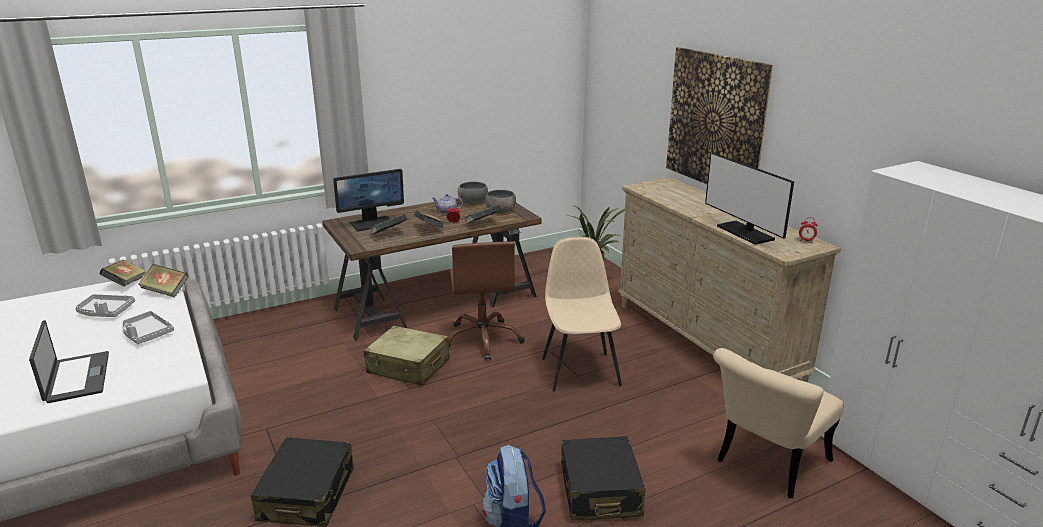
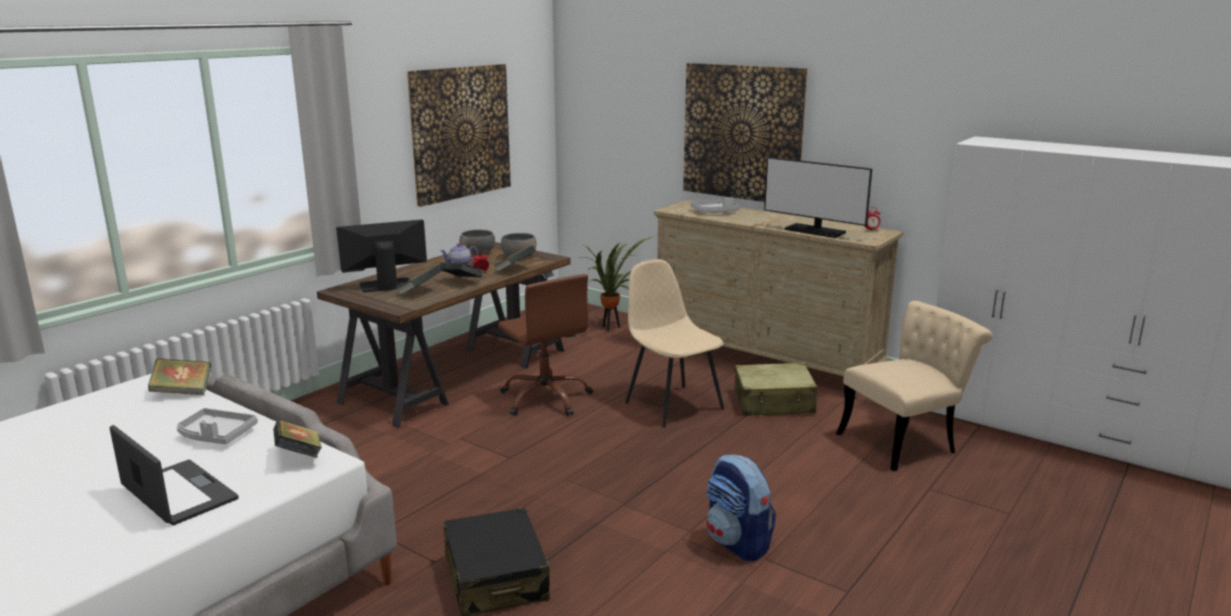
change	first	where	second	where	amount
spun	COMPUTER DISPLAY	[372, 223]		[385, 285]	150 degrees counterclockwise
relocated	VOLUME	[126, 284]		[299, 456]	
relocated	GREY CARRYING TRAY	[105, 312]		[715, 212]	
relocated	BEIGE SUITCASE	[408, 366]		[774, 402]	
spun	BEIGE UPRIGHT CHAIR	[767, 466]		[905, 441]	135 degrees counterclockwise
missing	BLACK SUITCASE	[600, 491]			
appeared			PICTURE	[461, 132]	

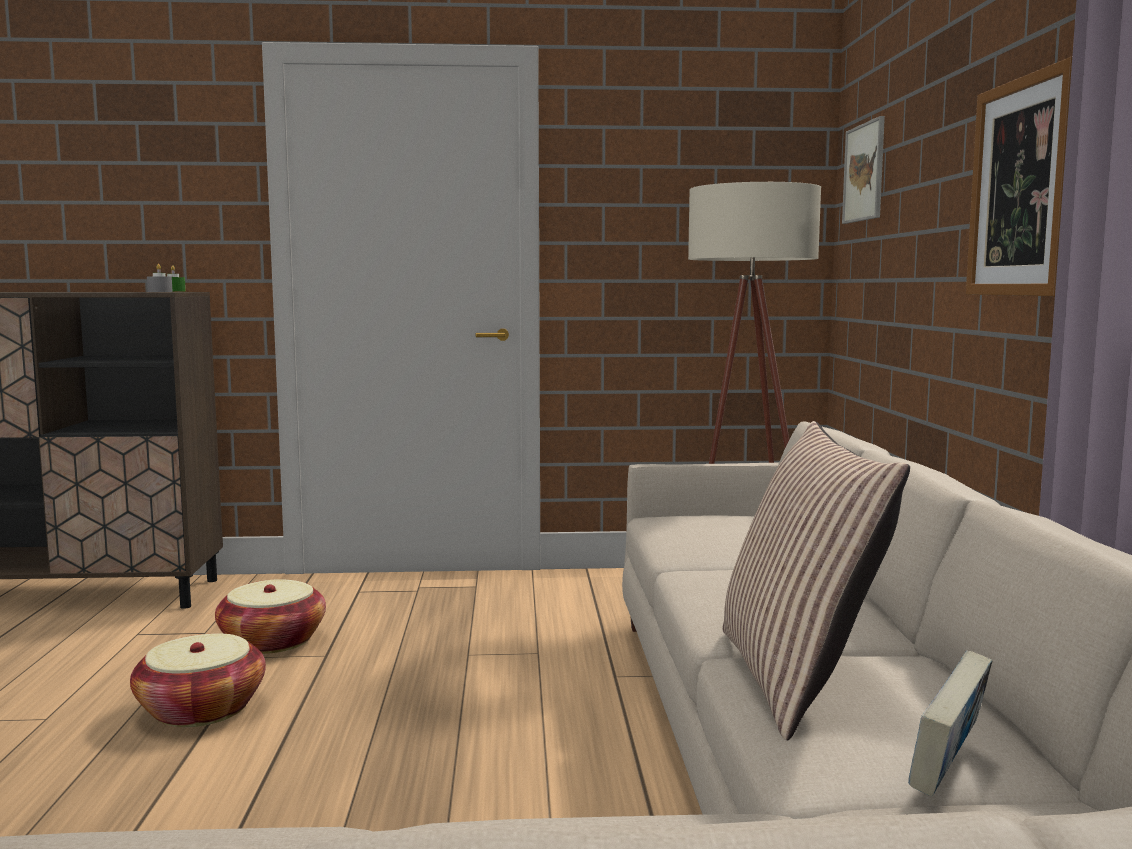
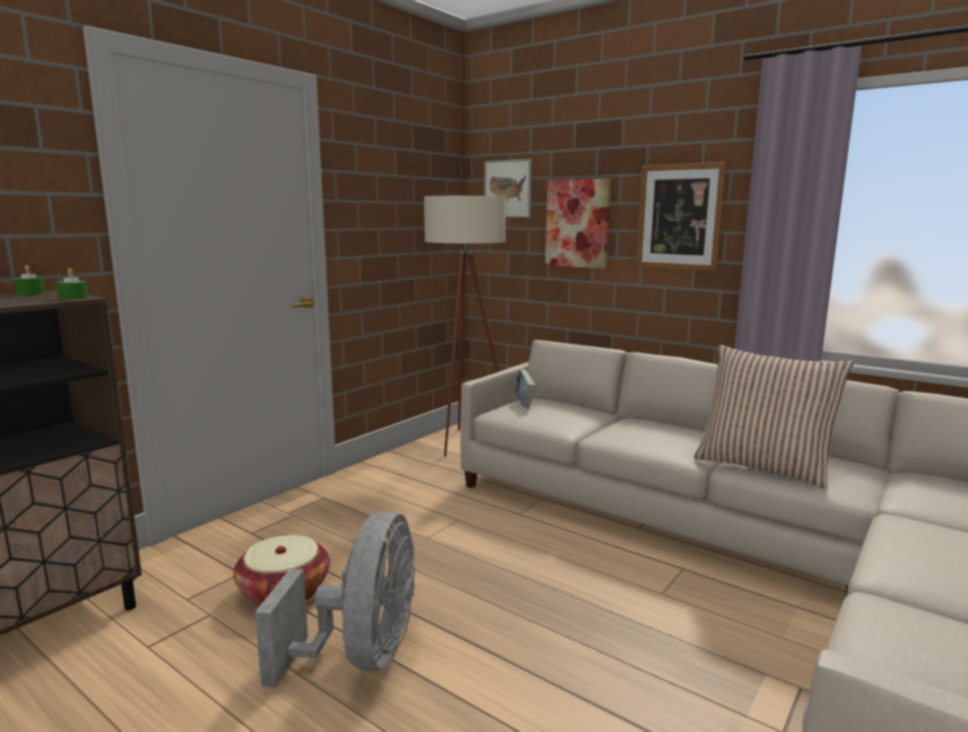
change	first	where	second	where	amount
colour	GREY WAX LIGHT	[160, 291]	GREENISH WAX LIGHT	[73, 298]	
exchanged	STORAGE BASKET	[201, 709]	GREY ELECTRIC FAN	[362, 655]	
relocated	VOLUME	[947, 772]		[524, 402]	
appeared			PICTURE	[577, 223]	

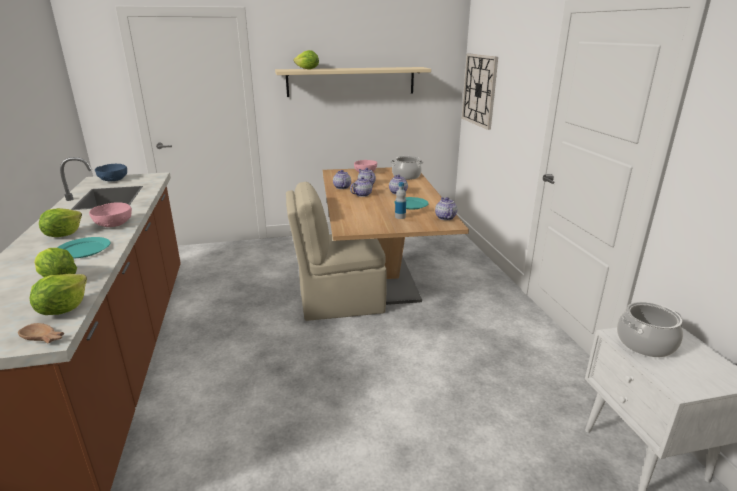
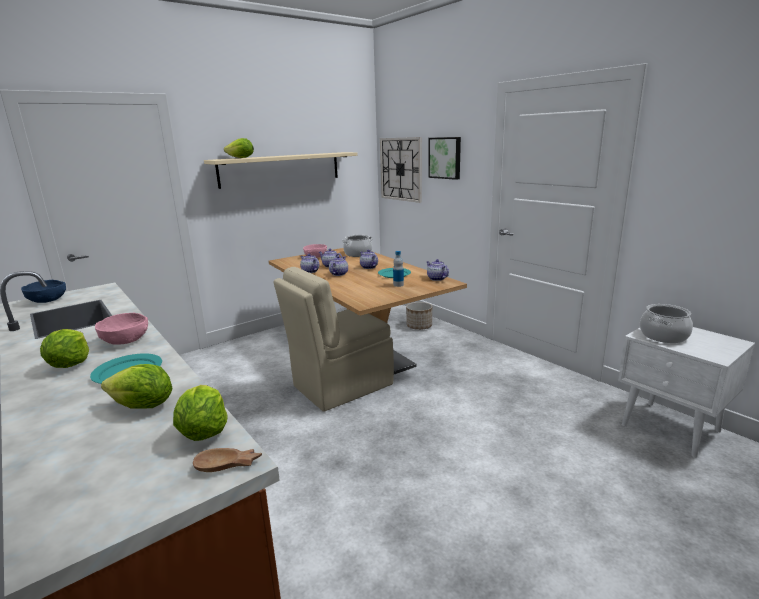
change	first	where	second	where	amount
appeared			PICTURE	[445, 158]	
appeared			PLANTER	[419, 326]	

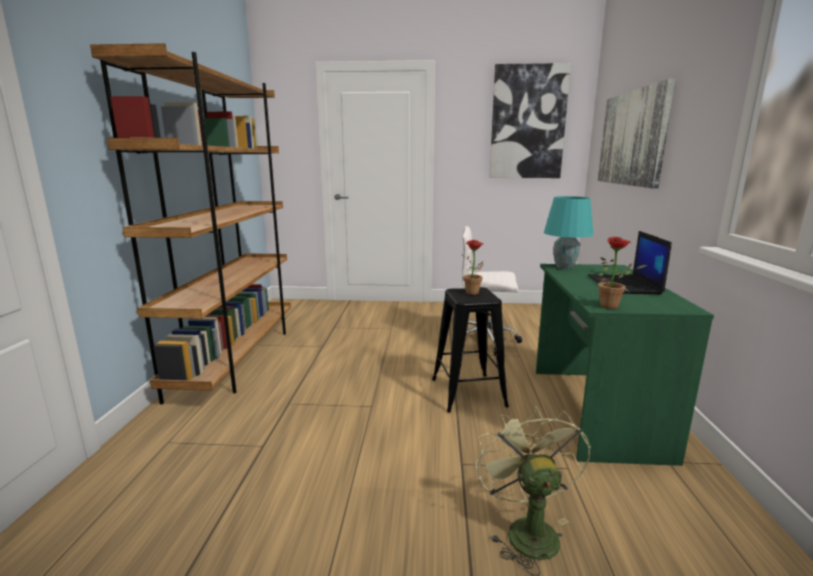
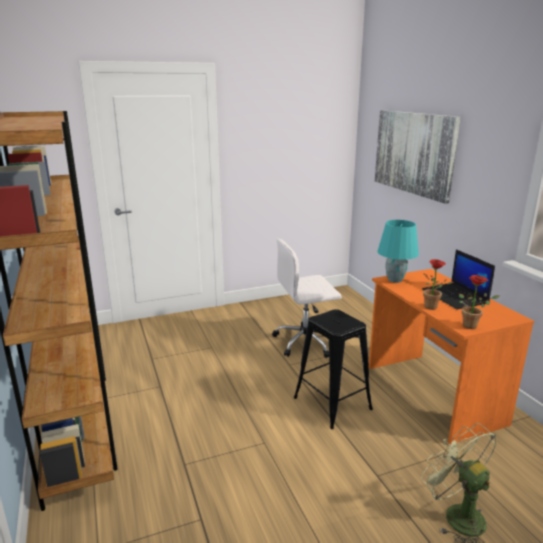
change	first	where	second	where	amount
missing	PICTURE	[527, 123]			
relocated	HOUSEPLANT	[474, 293]		[433, 307]	
colour	GREENISH DESK	[593, 411]	ORANGE-COLOURED DESK	[431, 394]	

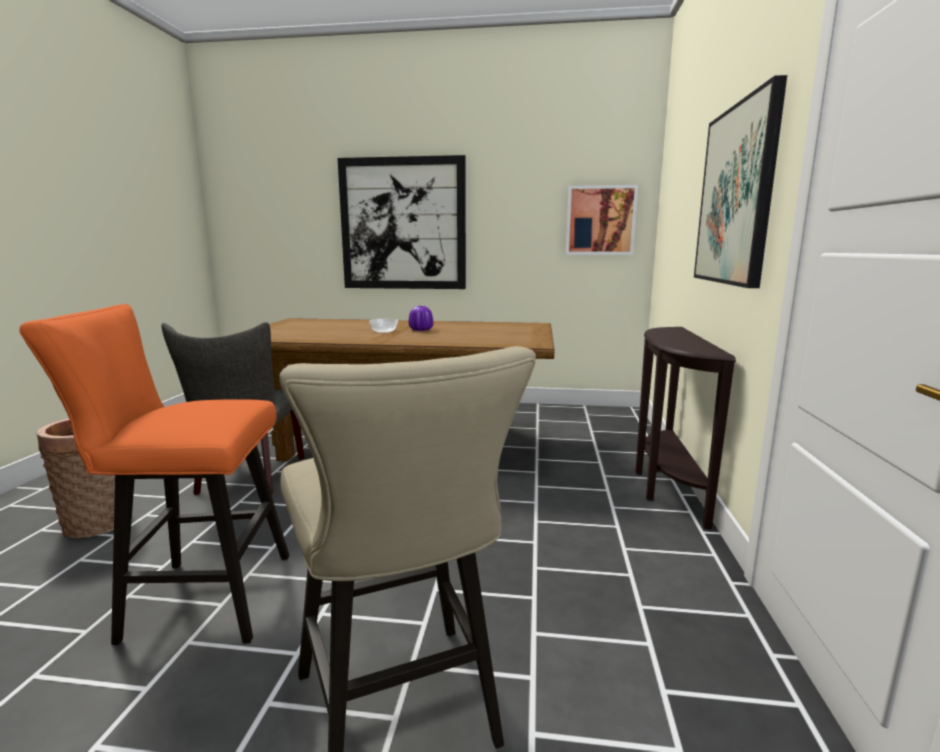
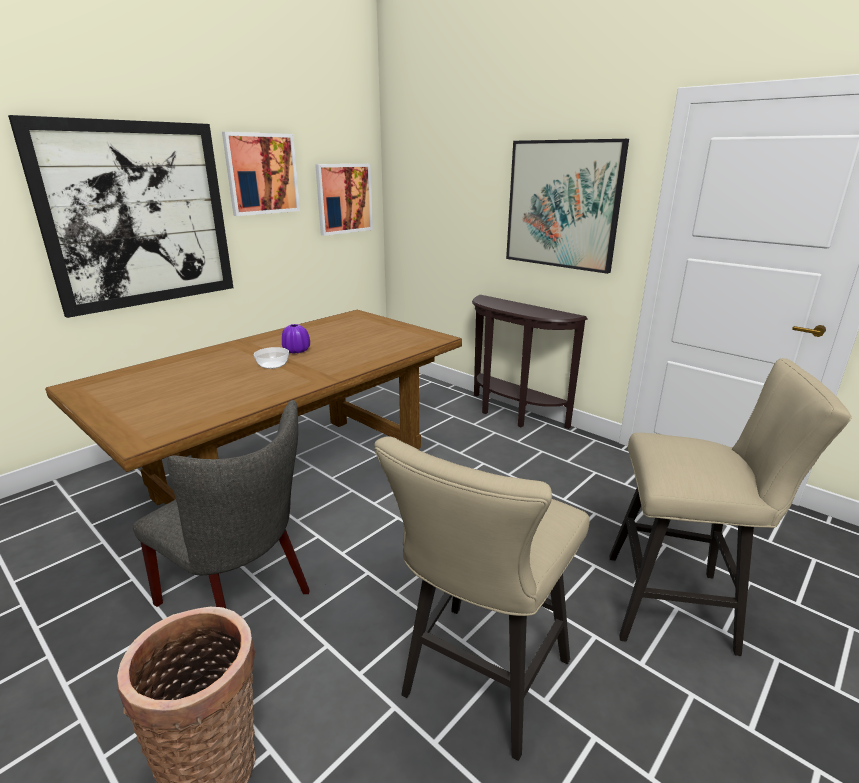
change	first	where	second	where	amount
colour	ORANGE-COLOURED SITTING STOOL	[197, 598]	BEIGE SITTING STOOL	[479, 685]	
appeared			PICTURE	[262, 174]	

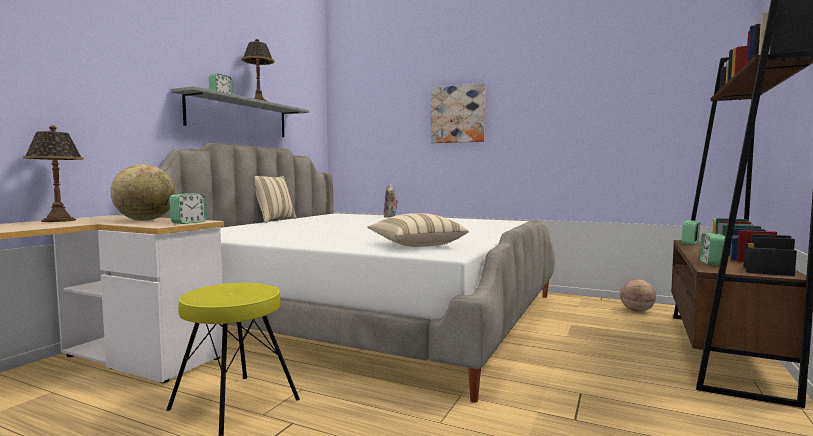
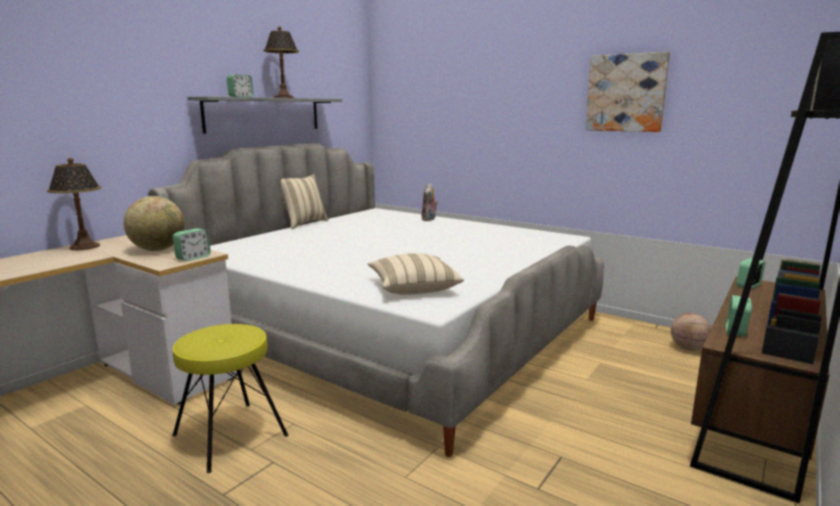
change	first	where	second	where	amount
relocated	PICTURE	[458, 114]		[626, 93]	

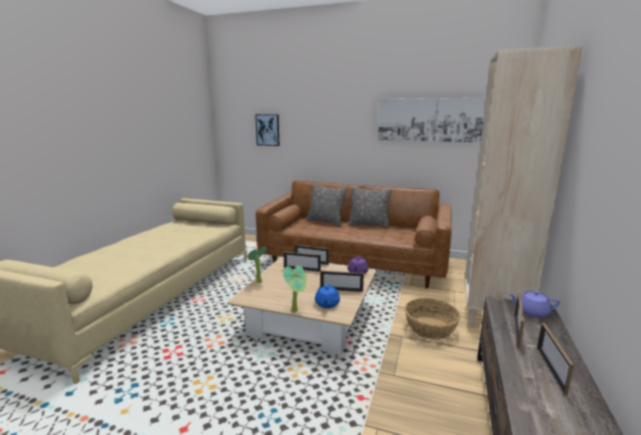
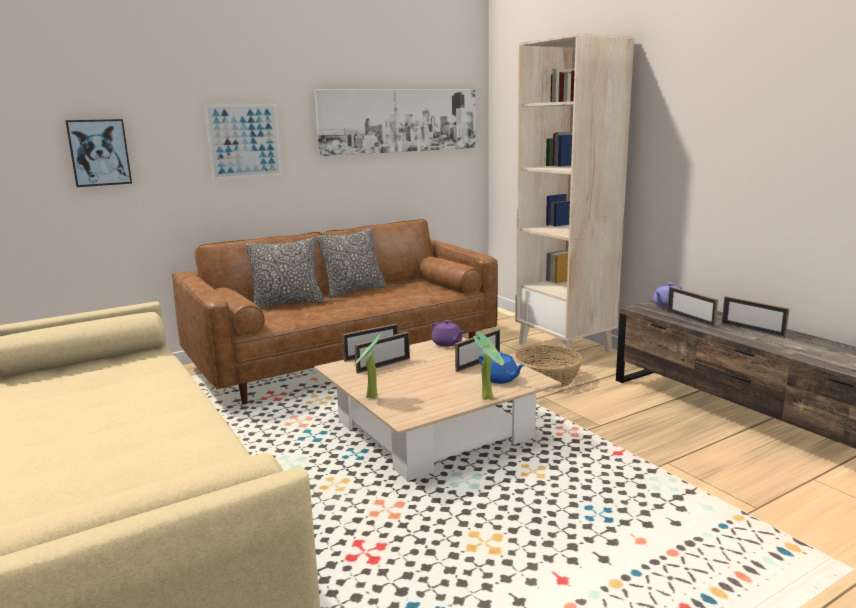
change	first	where	second	where	amount
appeared			PICTURE	[244, 141]	

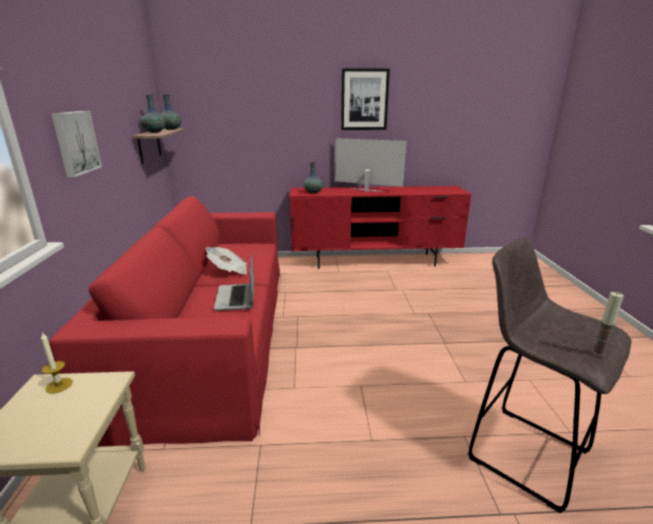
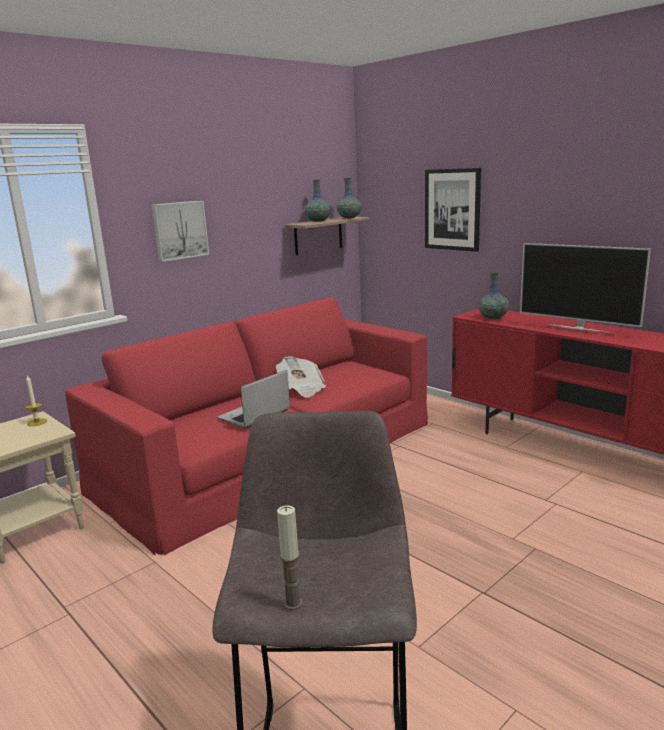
change	first	where	second	where	amount
relocated	PICTURE	[364, 99]		[452, 209]	
spun	TELEVISION	[367, 190]		[578, 328]	150 degrees clockwise

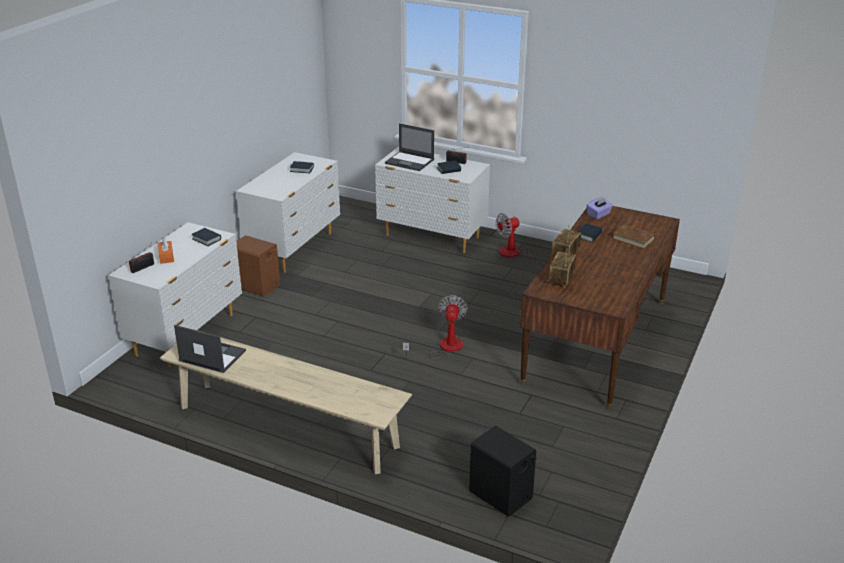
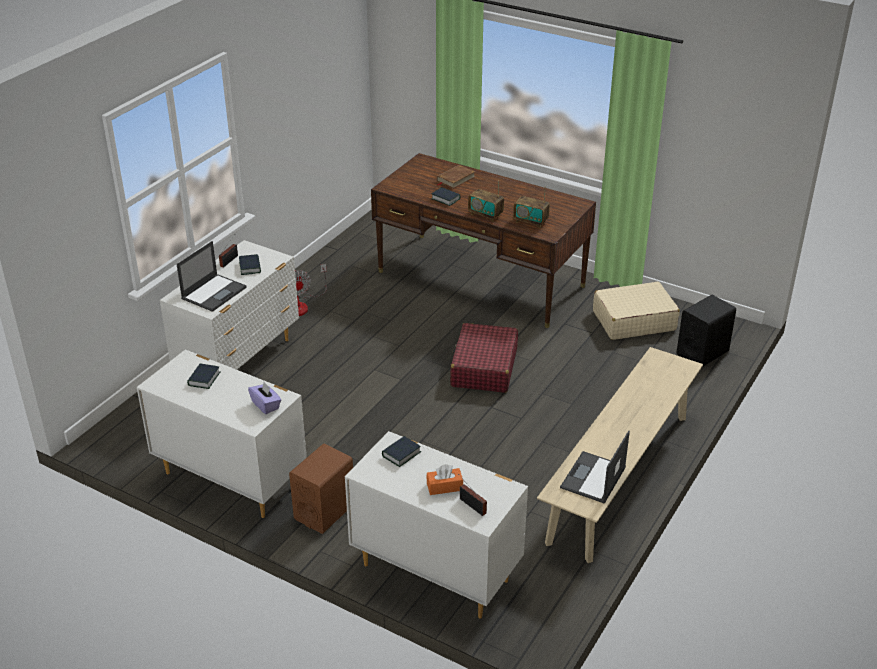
change	first	where	second	where	amount
relocated	PURPLISH BOX OF TISSUES	[598, 215]		[266, 405]	
exchanged	ELECTRIC FAN	[443, 347]	RED SUITCASE	[484, 368]	
appeared			BEIGE SUITCASE	[633, 320]	

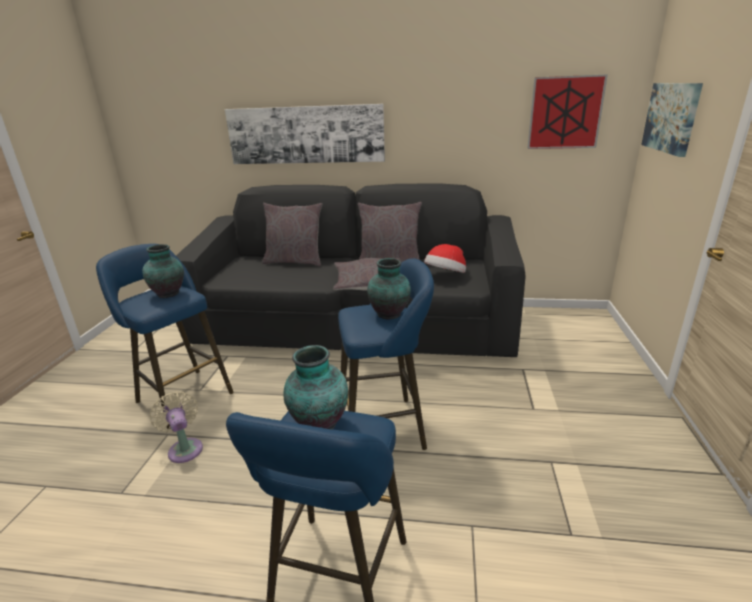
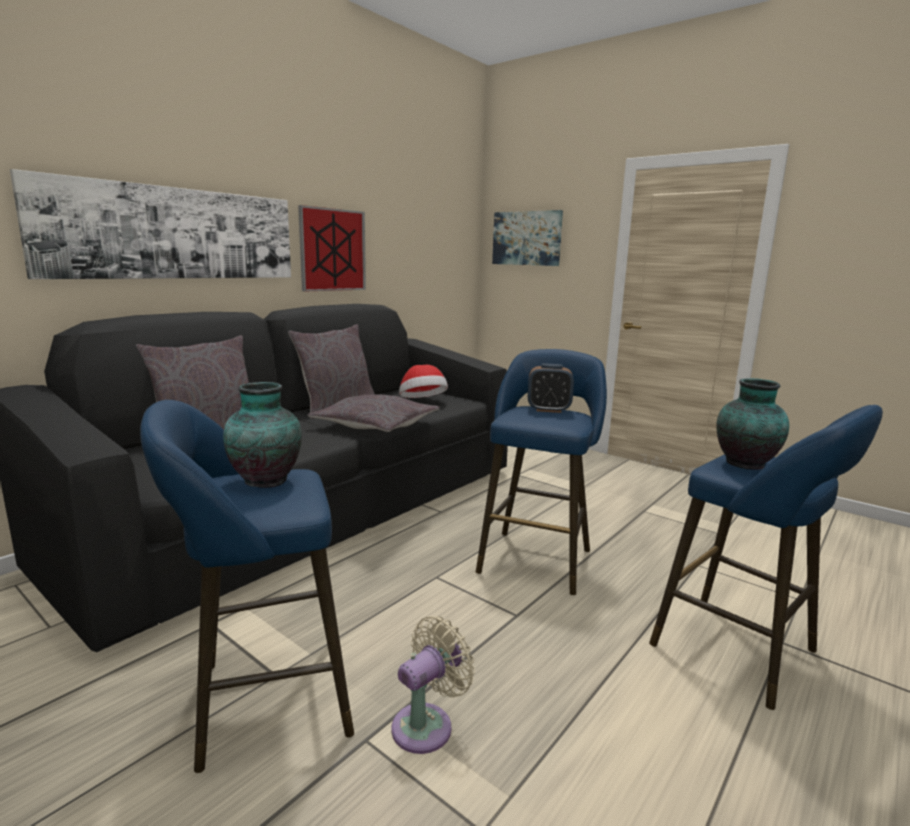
change	first	where	second	where	amount
relocated	PICTURE	[565, 113]		[332, 250]	
exchanged	VASE	[390, 314]	BEDSIDE CLOCK	[548, 410]	
spun	BEIGE ELECTRIC FAN	[185, 448]		[427, 724]	135 degrees clockwise

